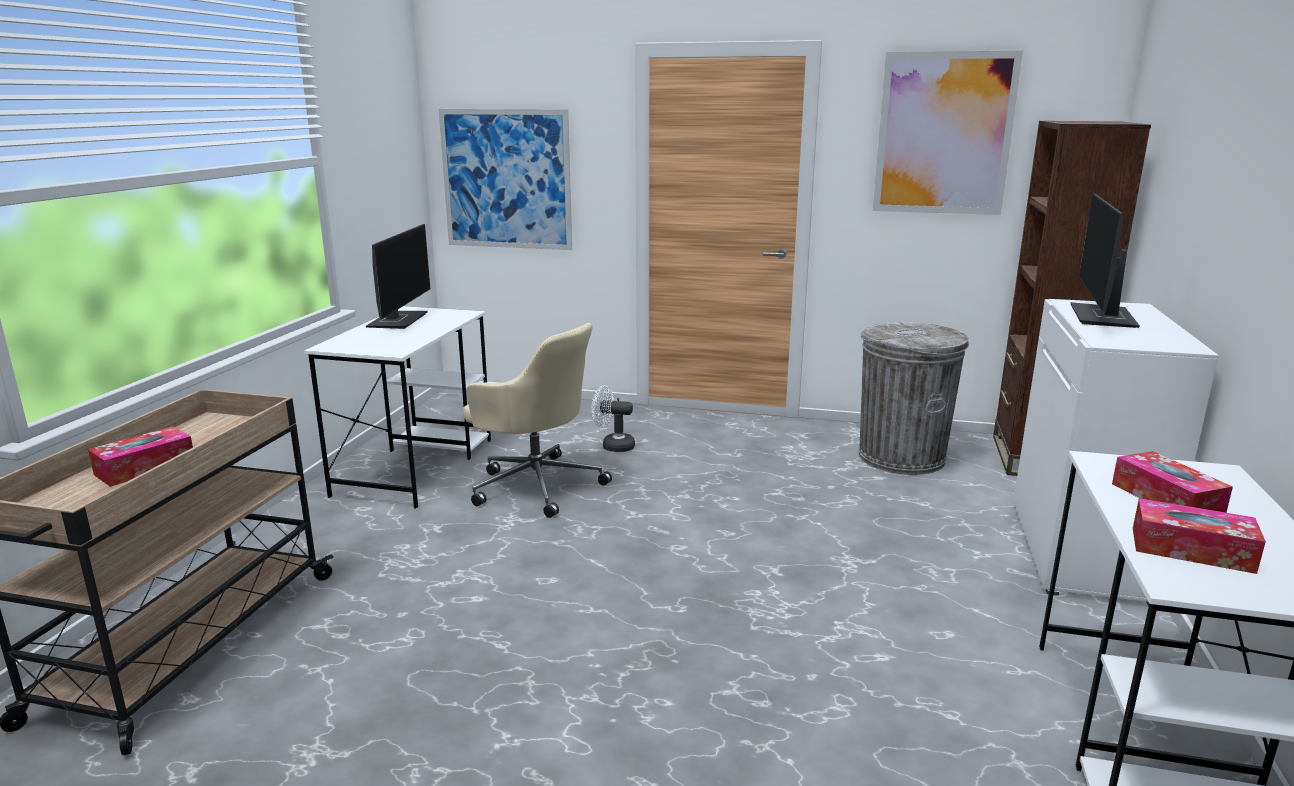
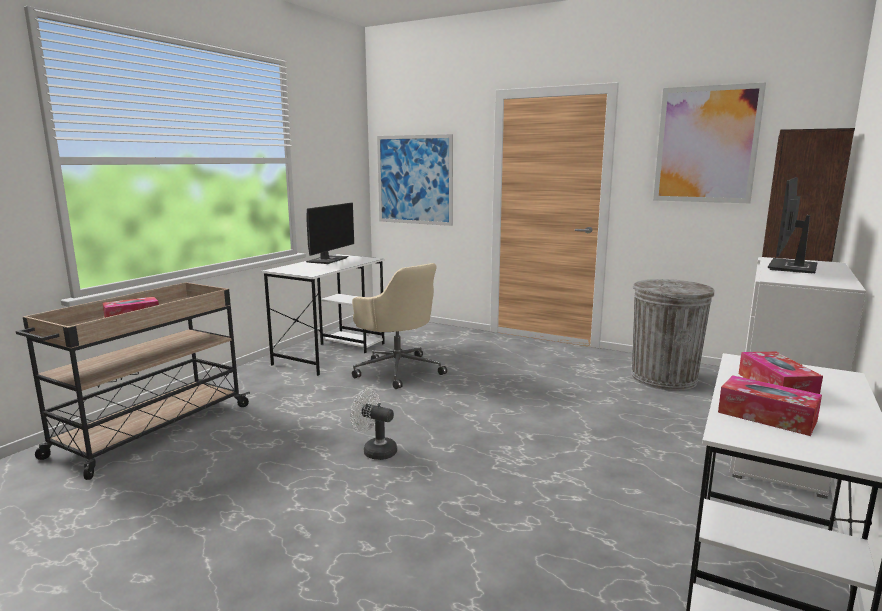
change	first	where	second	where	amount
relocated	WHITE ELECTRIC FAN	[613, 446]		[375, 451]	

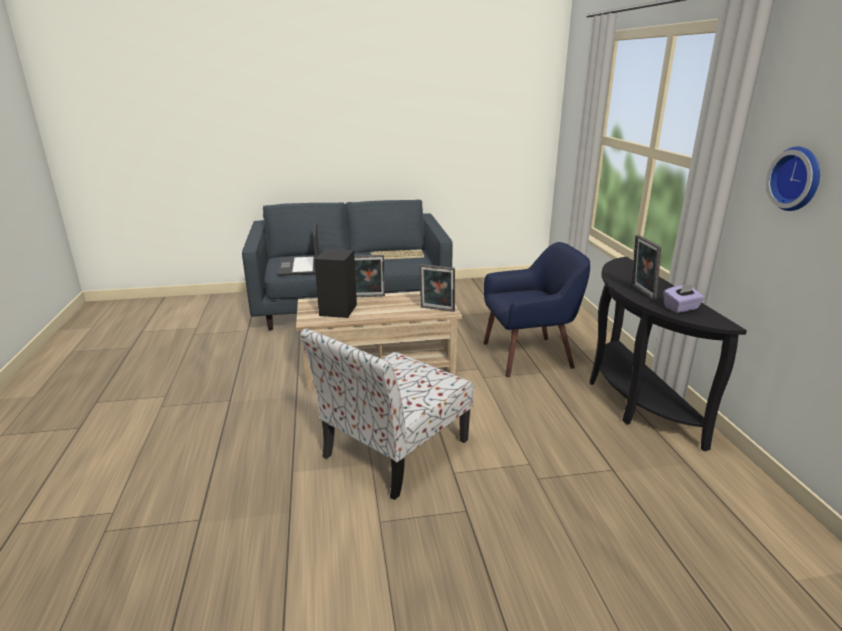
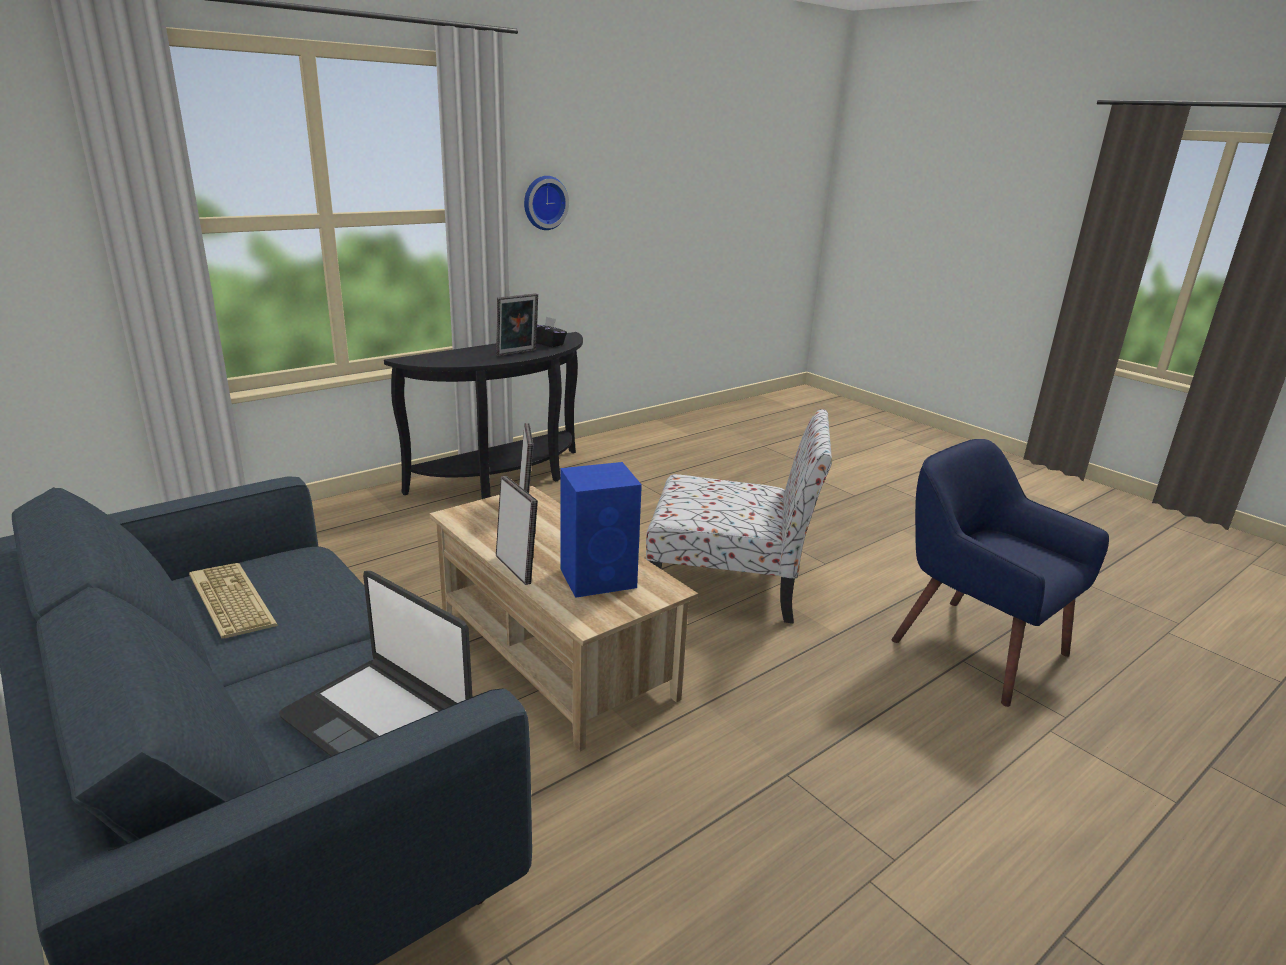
change	first	where	second	where	amount
spun	NOTEBOOK COMPUTER	[300, 267]		[379, 719]	75 degrees clockwise
relocated	BLUISH ARMCHAIR	[529, 355]		[976, 647]	
colour	BLACK SPEAKER	[338, 310]	BLUISH SPEAKER	[600, 578]	
colour	PURPLISH BOX OF TISSUES	[681, 308]	BLACK BOX OF TISSUES	[548, 343]	

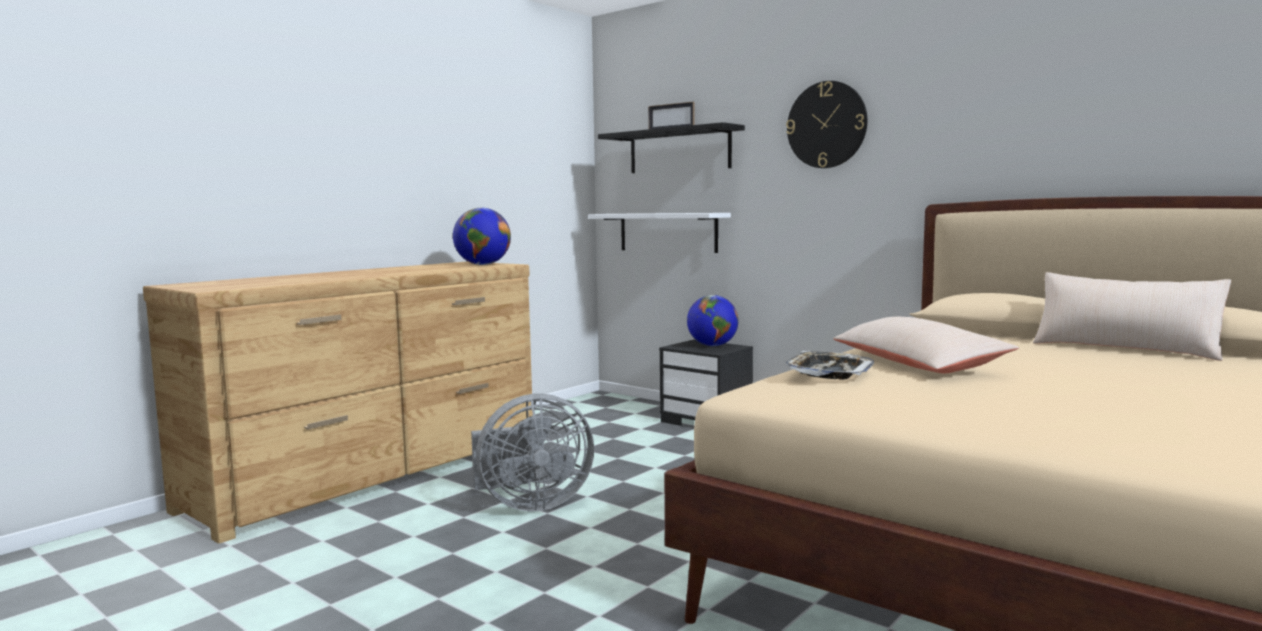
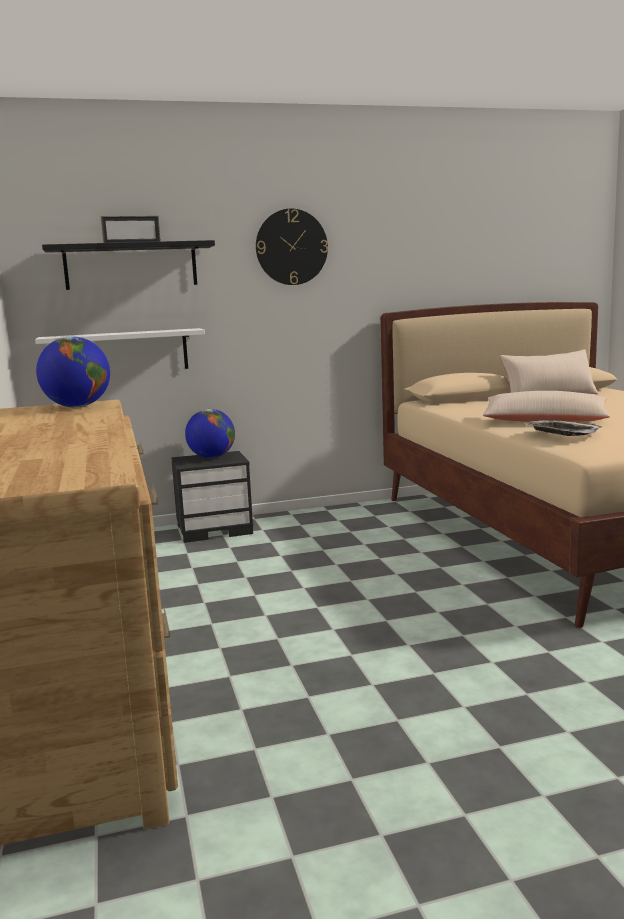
change	first	where	second	where	amount
missing	GREY ELECTRIC FAN	[530, 504]			

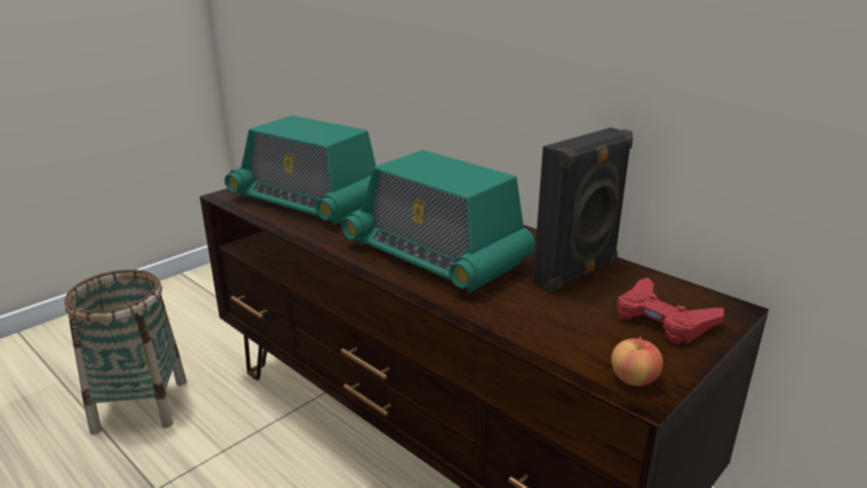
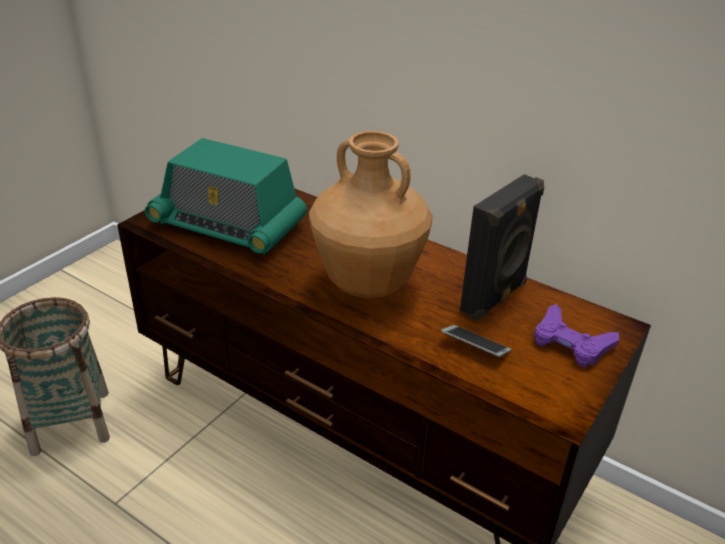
change	first	where	second	where	amount
exchanged	RADIO SET	[436, 254]	BROWNISH VASE	[368, 285]	
colour	RED GAMEPAD	[663, 319]	PURPLISH GAMEPAD	[571, 342]	
missing	APPLE	[633, 379]			
appeared			PHONE	[475, 346]	

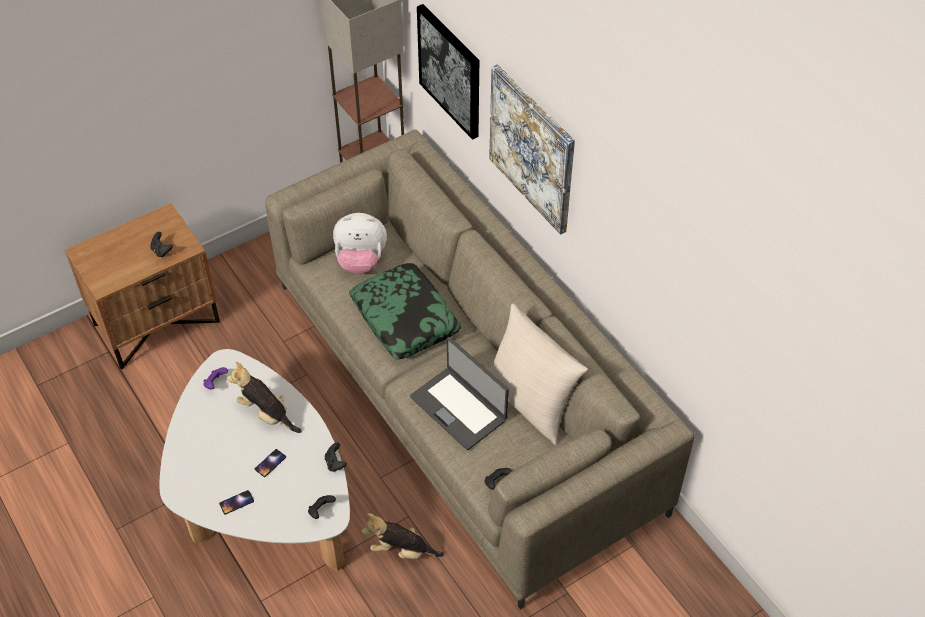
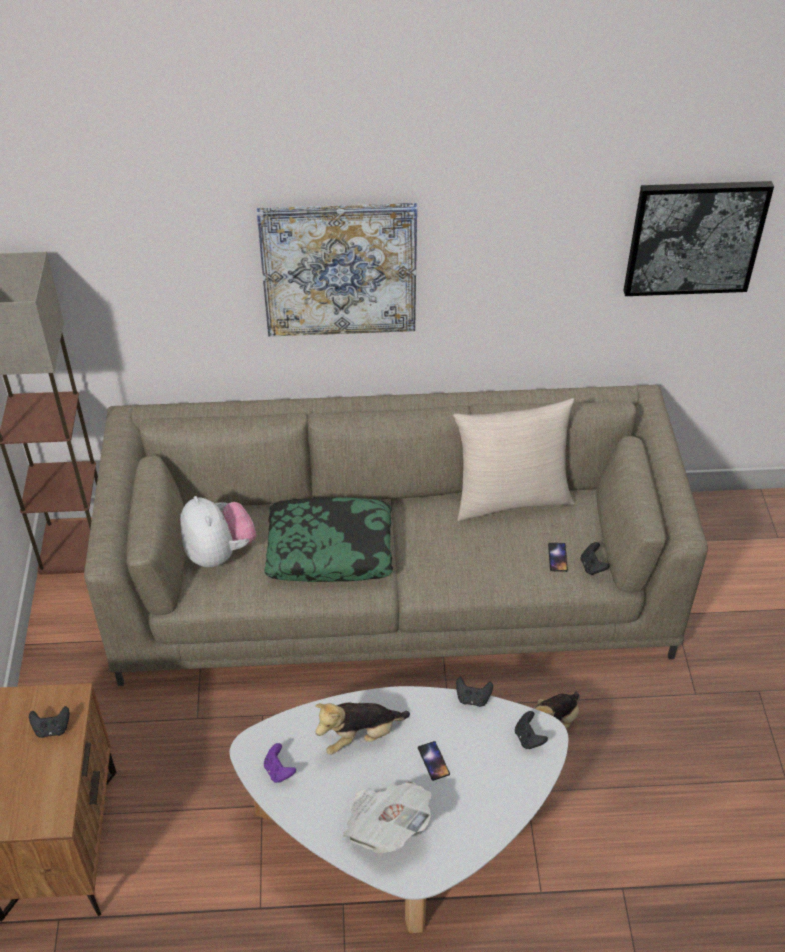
change	first	where	second	where	amount
relocated	PICTURE	[451, 71]		[694, 237]	
spun	SOFT TOY	[360, 261]		[219, 553]	60 degrees counterclockwise
missing	NOTEBOOK COMPUTER	[459, 407]			
relocated	PHONE	[236, 502]		[557, 557]	
appeared			PRINTED PAPER	[386, 826]	

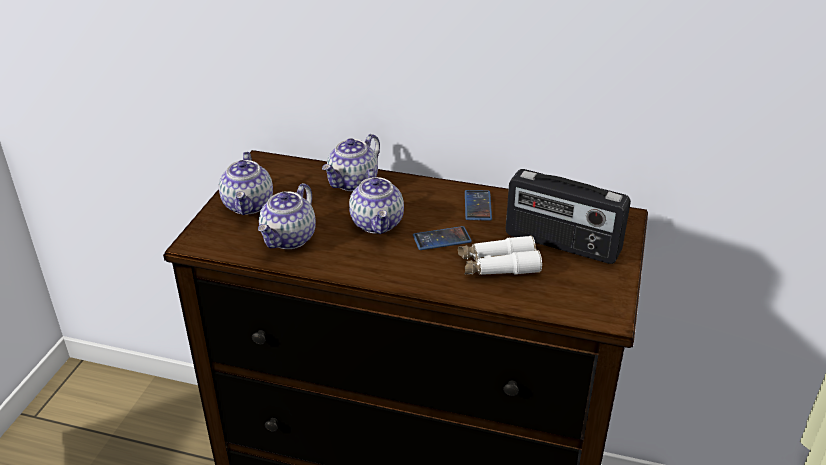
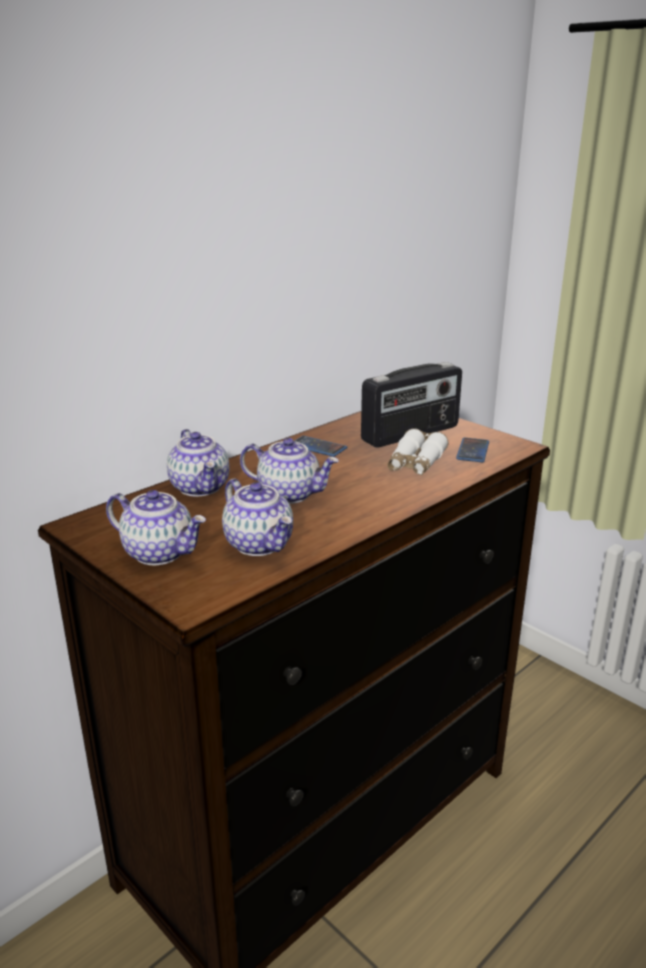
change	first	where	second	where	amount
relocated	PHONE	[442, 239]		[472, 451]	

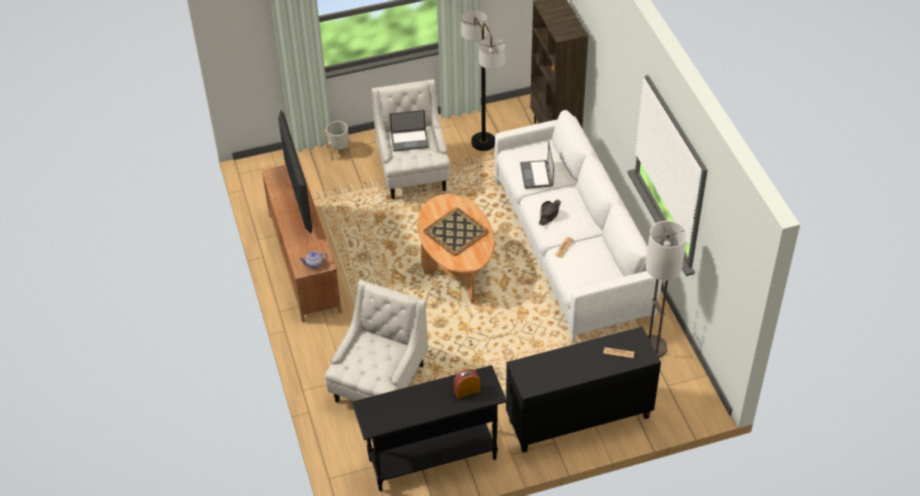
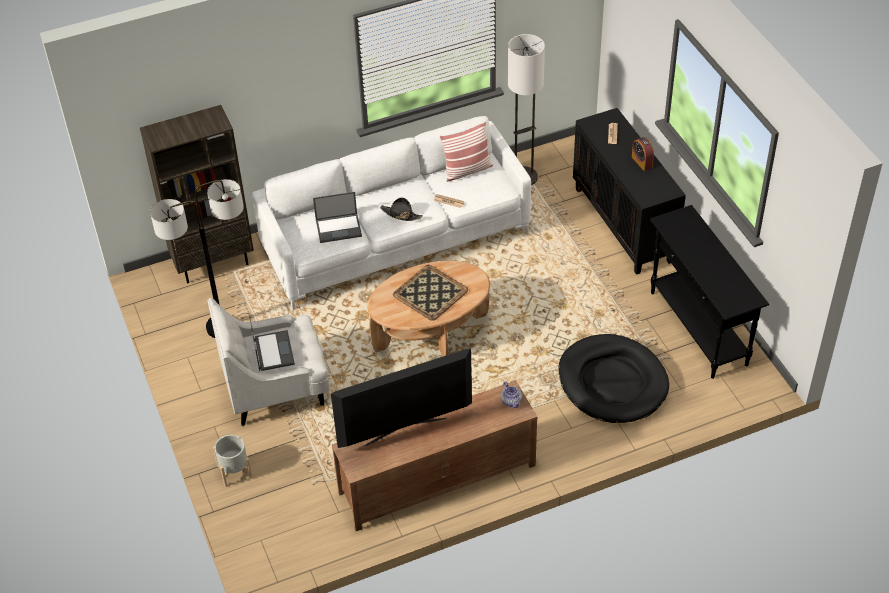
change	first	where	second	where	amount
exchanged	WHITE ARMCHAIR	[379, 384]	BLACK DOG CUSHION	[612, 382]	
relocated	BEDSIDE CLOCK	[467, 391]		[642, 162]	
appeared			PILLOW	[467, 170]	

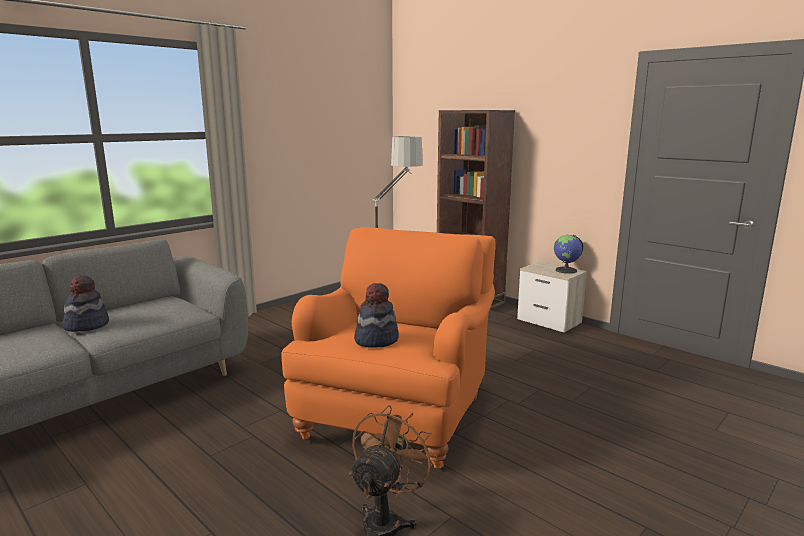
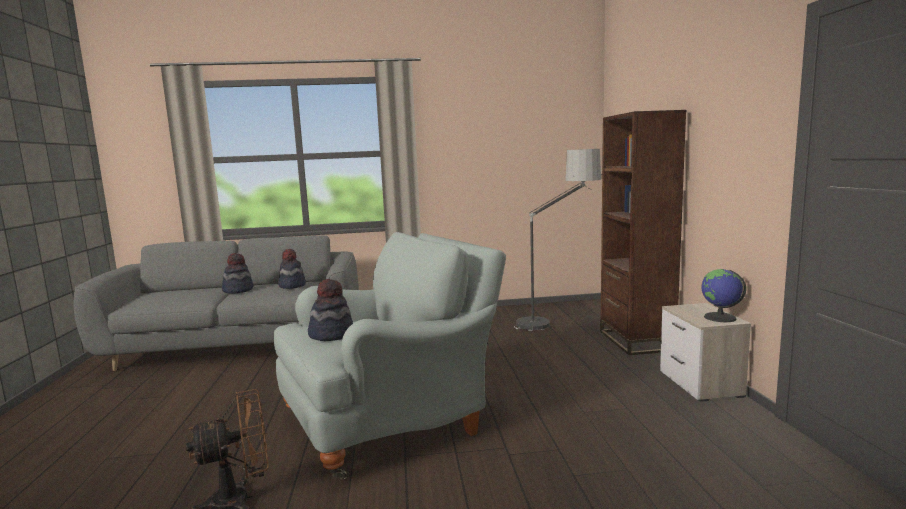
change	first	where	second	where	amount
colour	ORANGE-COLOURED ARMCHAIR	[398, 413]	GREY ARMCHAIR	[392, 421]	
appeared			WEARABLE HAT	[292, 285]	

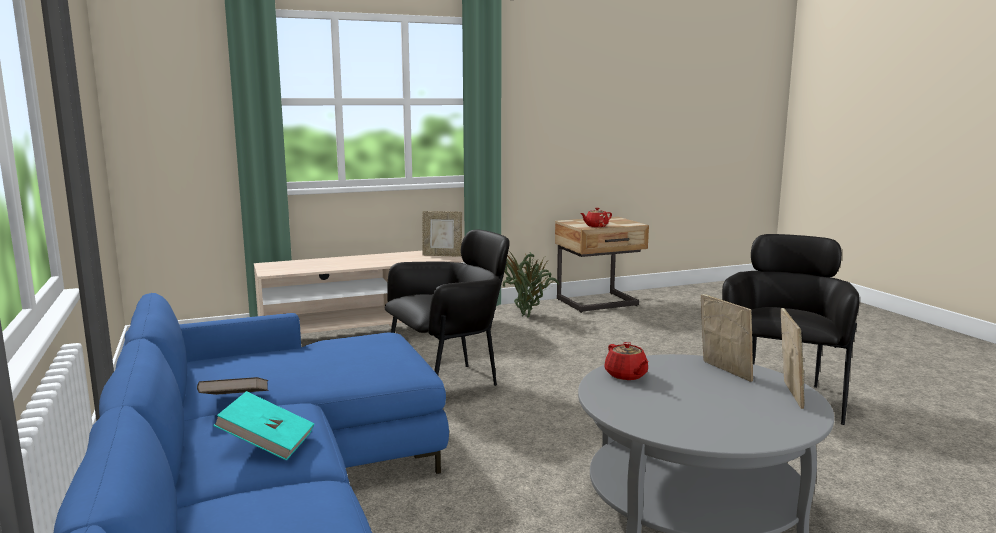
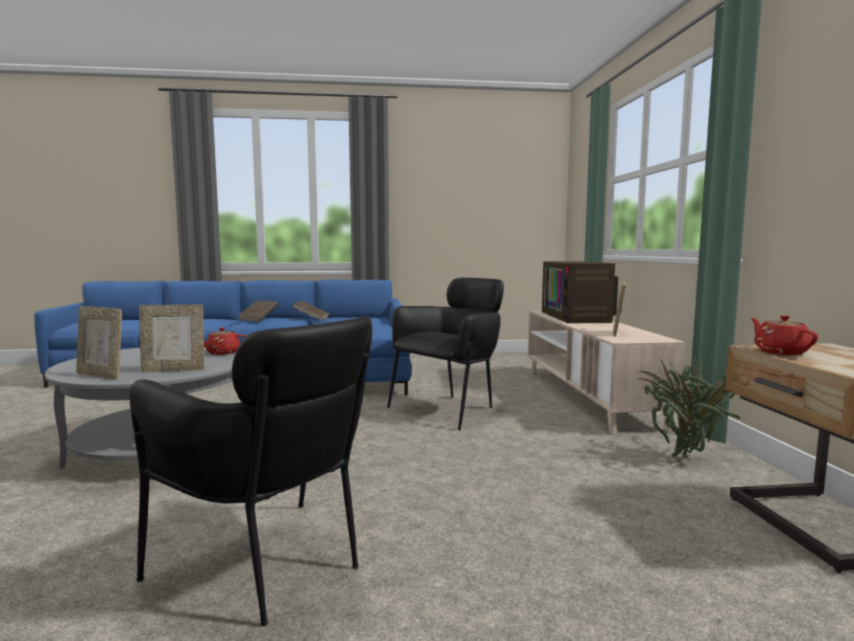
change	first	where	second	where	amount
spun	BLACK ARMCHAIR	[449, 382]		[450, 409]	120 degrees counterclockwise
colour	TURQUOISE-COLOURED VOLUME	[267, 444]	BROWNISH VOLUME	[258, 319]	
appeared			TELEVISION	[577, 317]	

